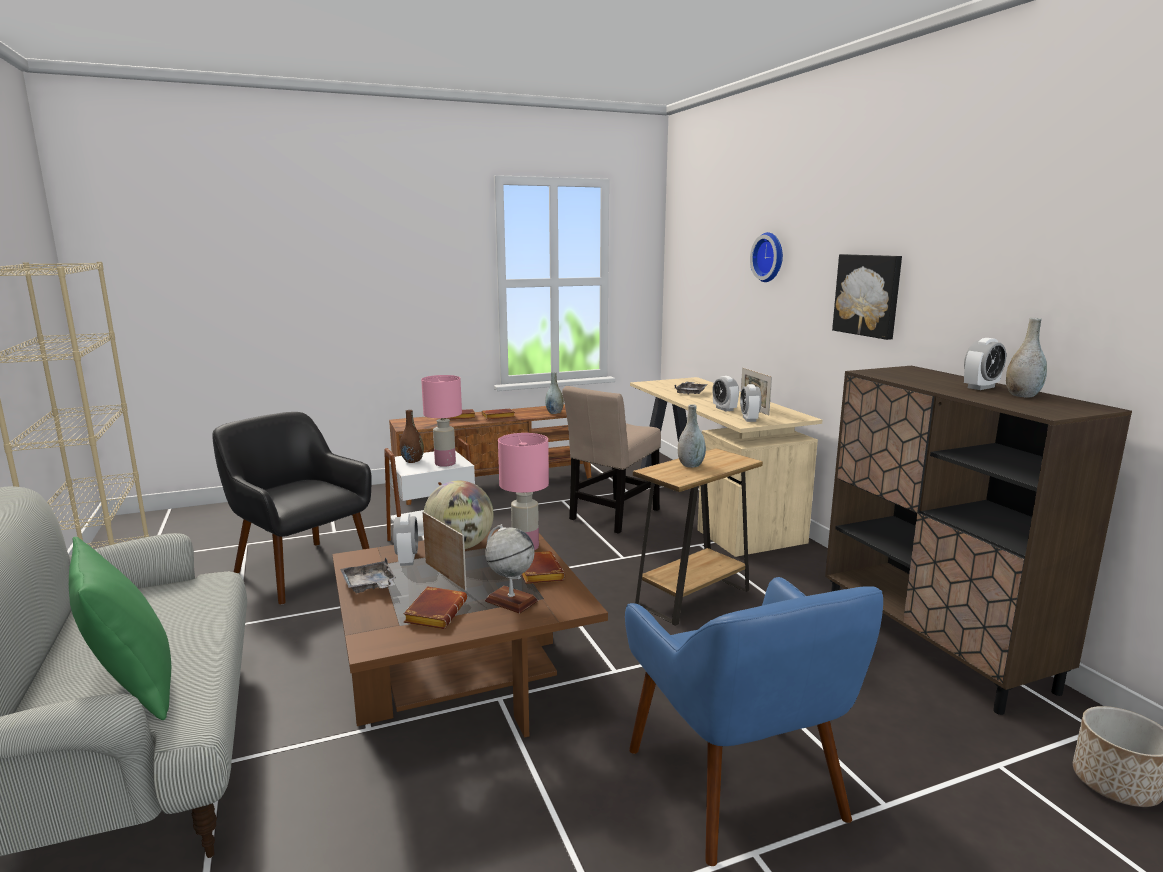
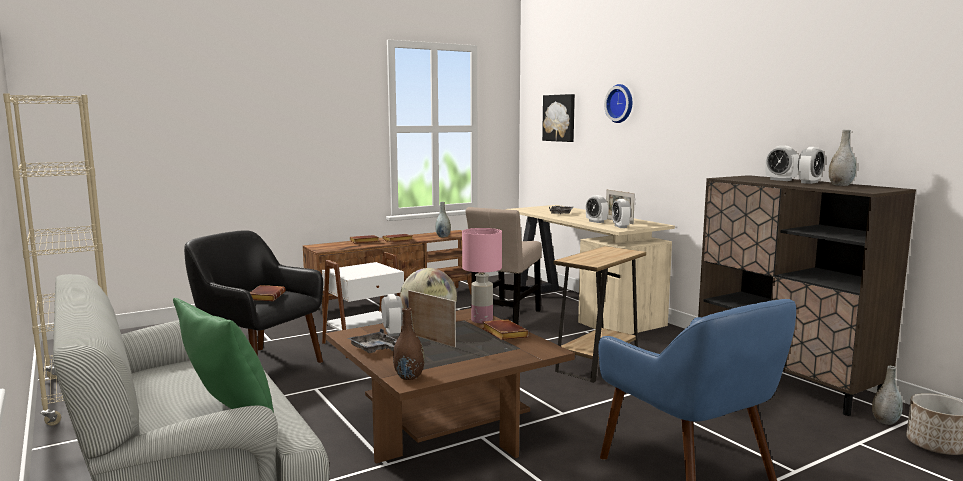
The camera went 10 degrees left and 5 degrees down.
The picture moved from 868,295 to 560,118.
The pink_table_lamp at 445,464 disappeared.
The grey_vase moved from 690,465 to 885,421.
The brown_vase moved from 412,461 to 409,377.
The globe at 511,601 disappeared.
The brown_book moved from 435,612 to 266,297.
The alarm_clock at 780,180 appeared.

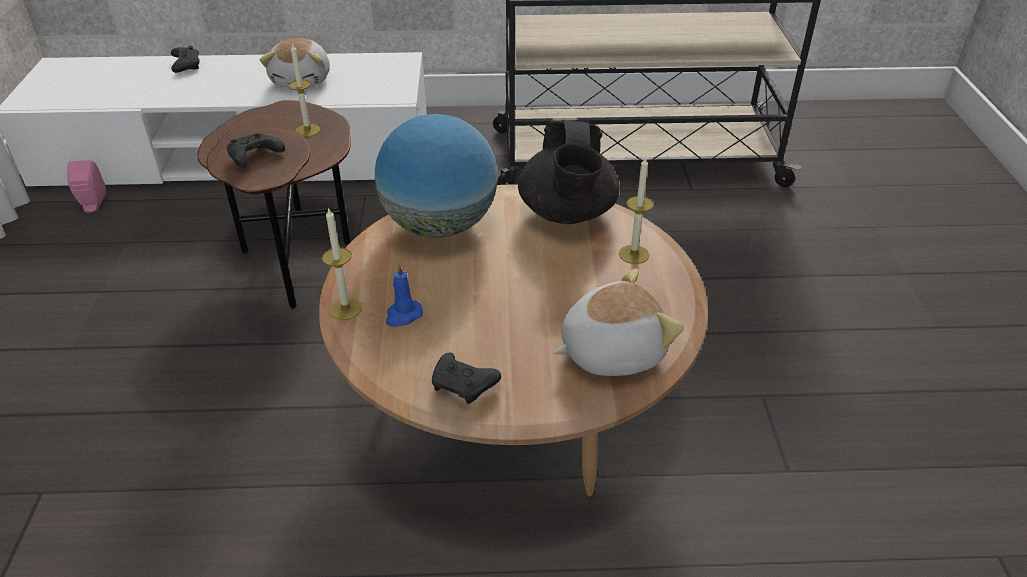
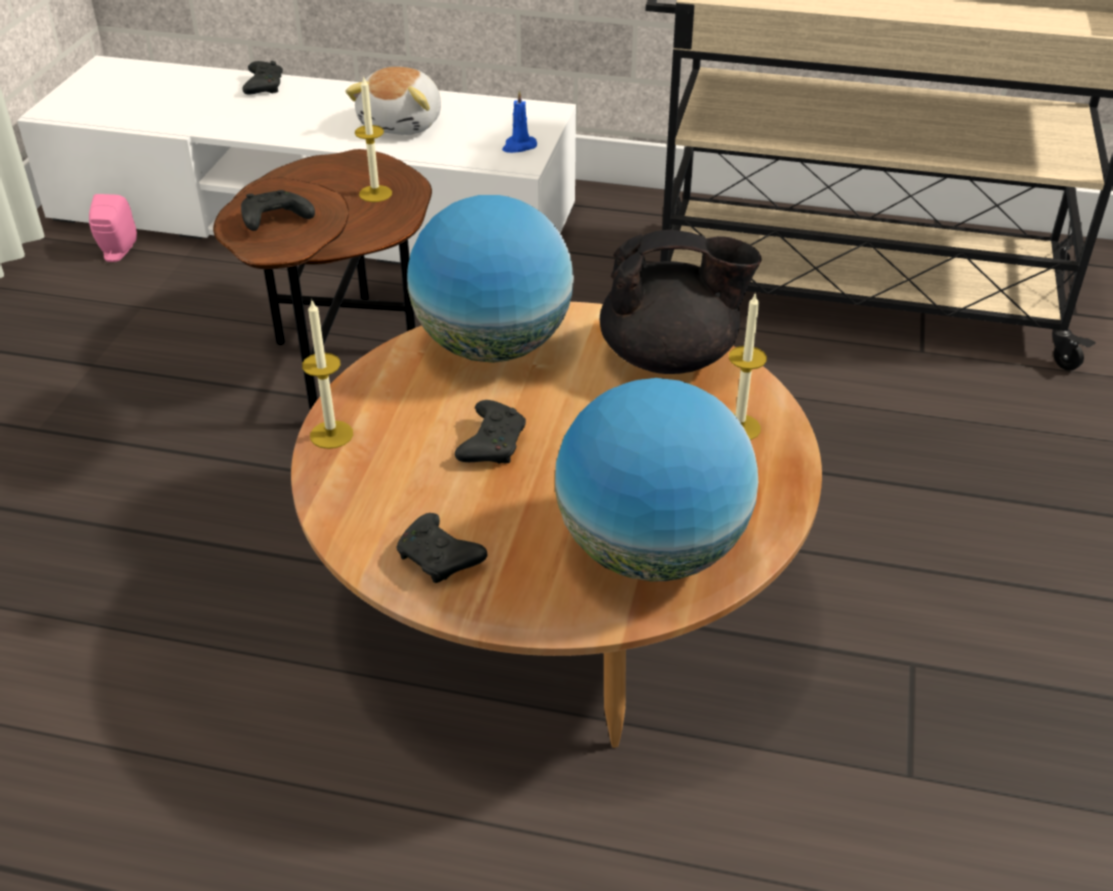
The camera went 15 degrees right and 0 degrees up.
The black_teapot at 567,214 turned 105 degrees counterclockwise.
The blue_candle moved from 403,315 to 519,146.
The plush_toy at 610,351 was replaced by the globe at 650,551.
The black_game_controller at 492,443 appeared.

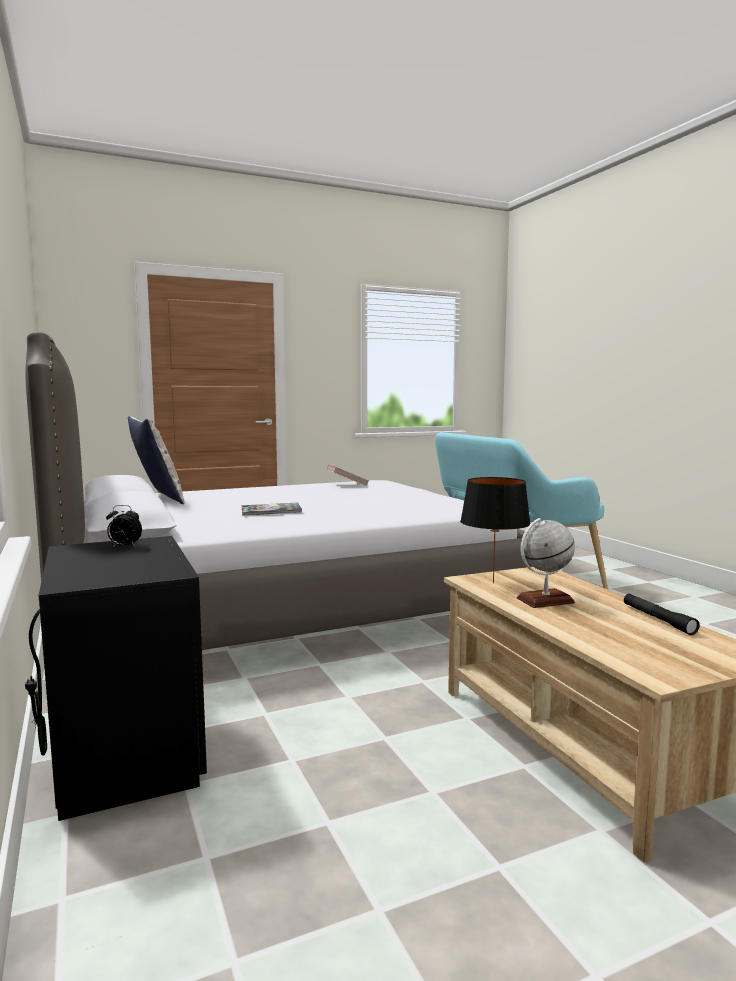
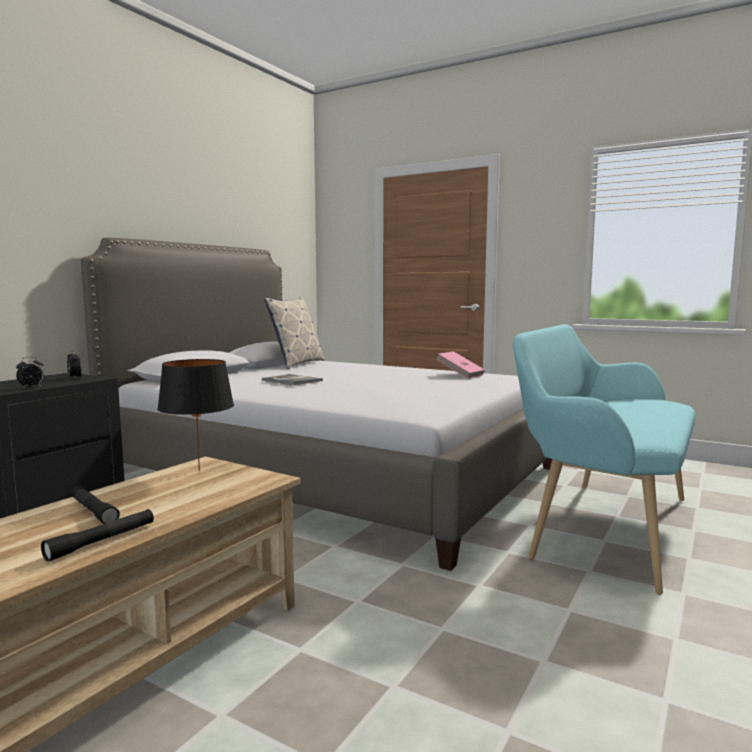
The camera went 55 degrees right and 0 degrees up.
The globe at 545,600 disappeared.
The alarm_clock at 31,388 appeared.
The black_flashlight at 93,511 appeared.

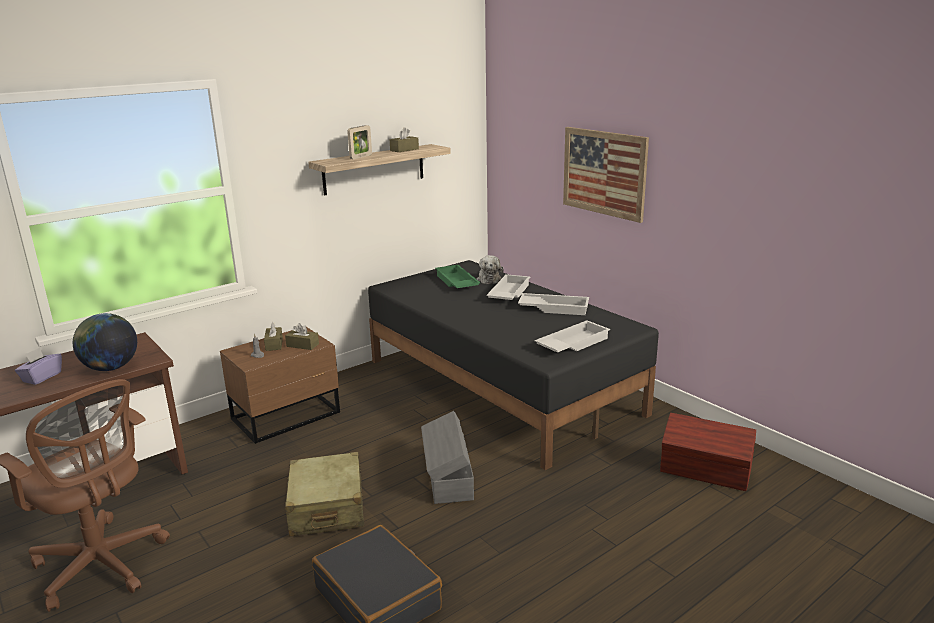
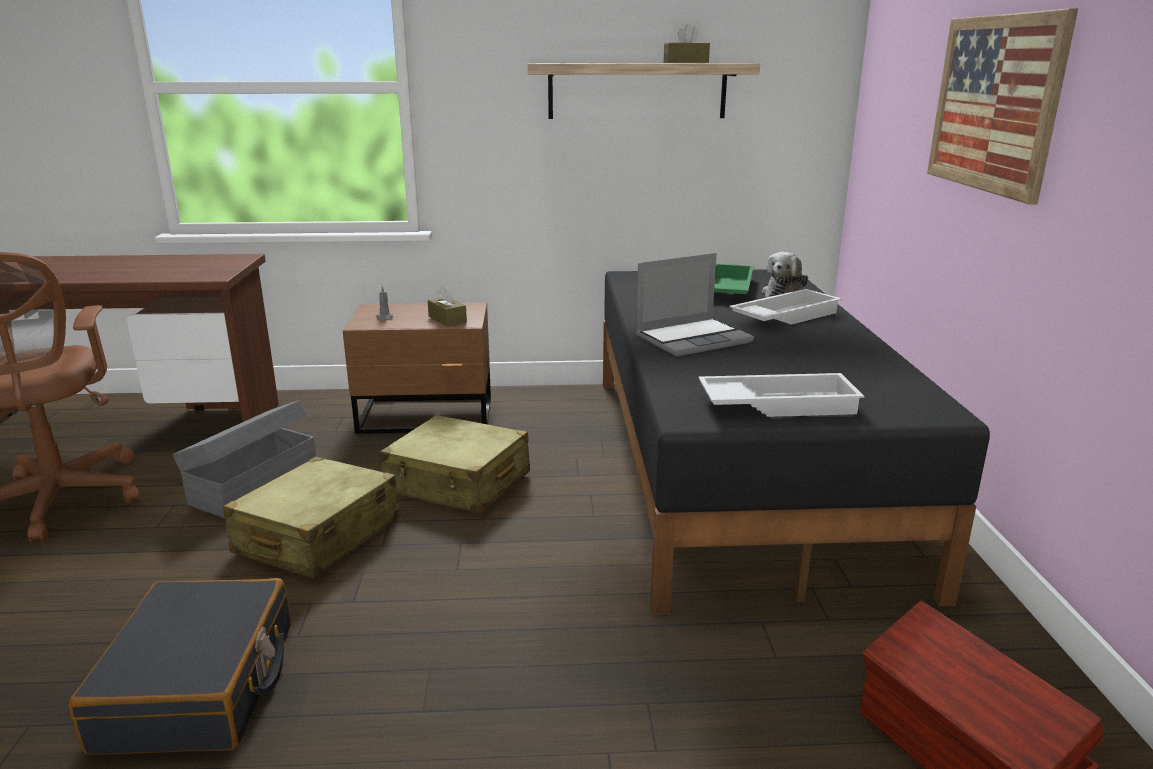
The camera went 35 degrees right and 0 degrees up.
The picture_frame at 361,157 disappeared.
The white_tray at 554,308 disappeared.
The globe at 110,368 disappeared.
The brown_tissue_box at 274,344 disappeared.
The purple_tissue_box at 42,377 disappeared.
The grey_storage_box moved from 448,478 to 253,485.
The laptop at 693,339 appeared.
The beige_suitcase at 458,483 appeared.

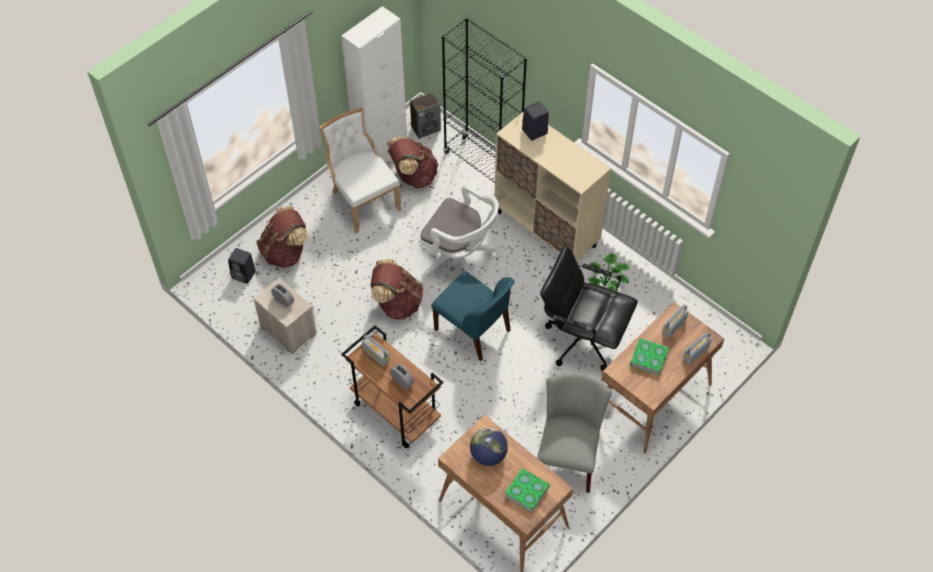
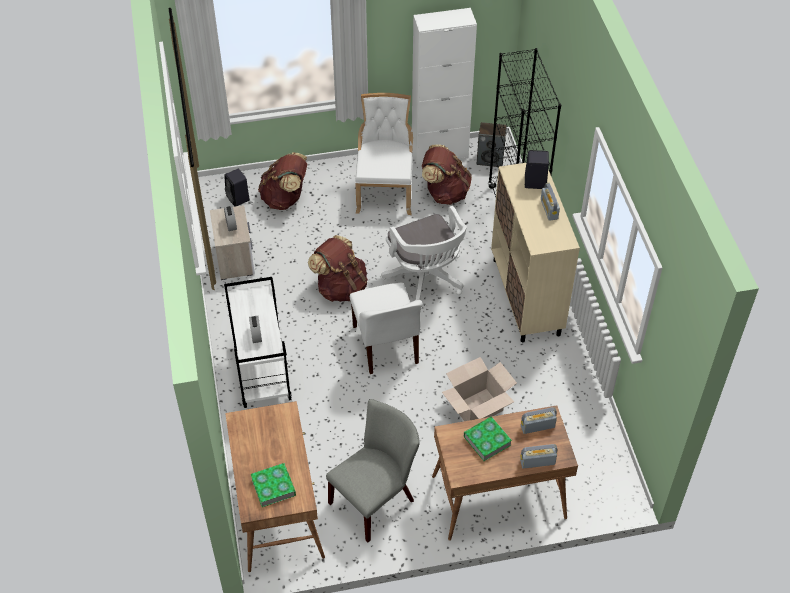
The camera went 35 degrees right and 5 degrees down.
The black_office_chair at 582,339 was replaced by the cardboard_box at 477,407.
The potted_plant at 607,285 disappeared.
The blue_chair at 474,331 became the white_chair at 386,346.
The brown_cart at 395,411 became the white_cart at 261,373.
The radio moved from 376,355 to 549,209.
The globe at 488,455 disappeared.

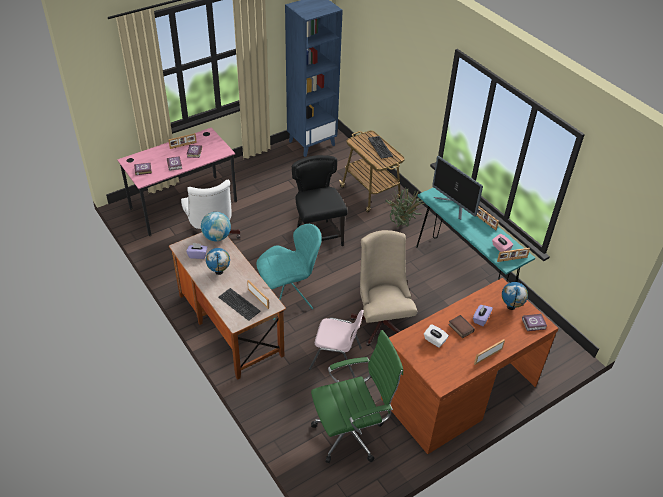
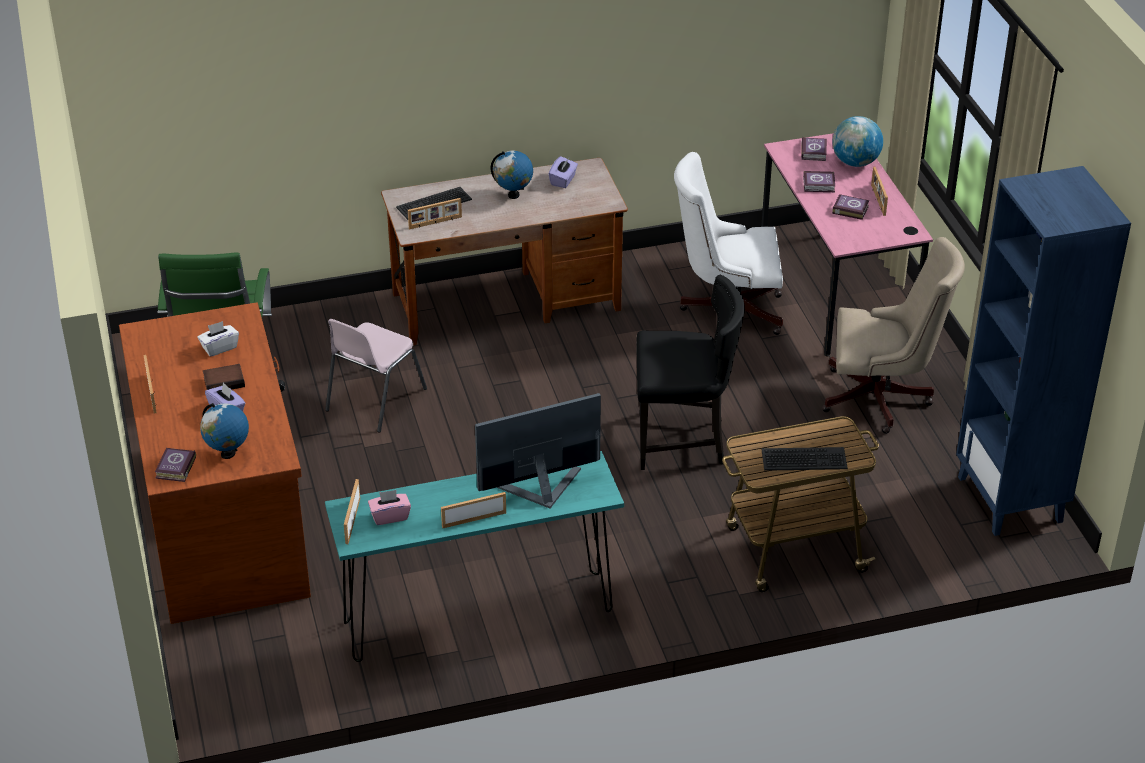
The camera went 110 degrees right and 5 degrees down.
The potted_plant at 402,226 disappeared.
The globe moved from 217,237 to 855,162.
The turquoise_chair at 289,299 disappeared.
The beige_office_chair moved from 381,321 to 882,399.

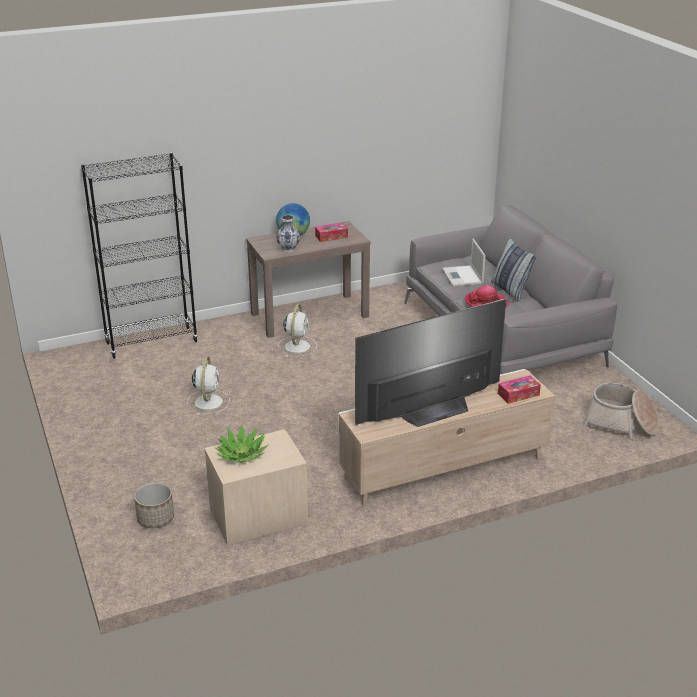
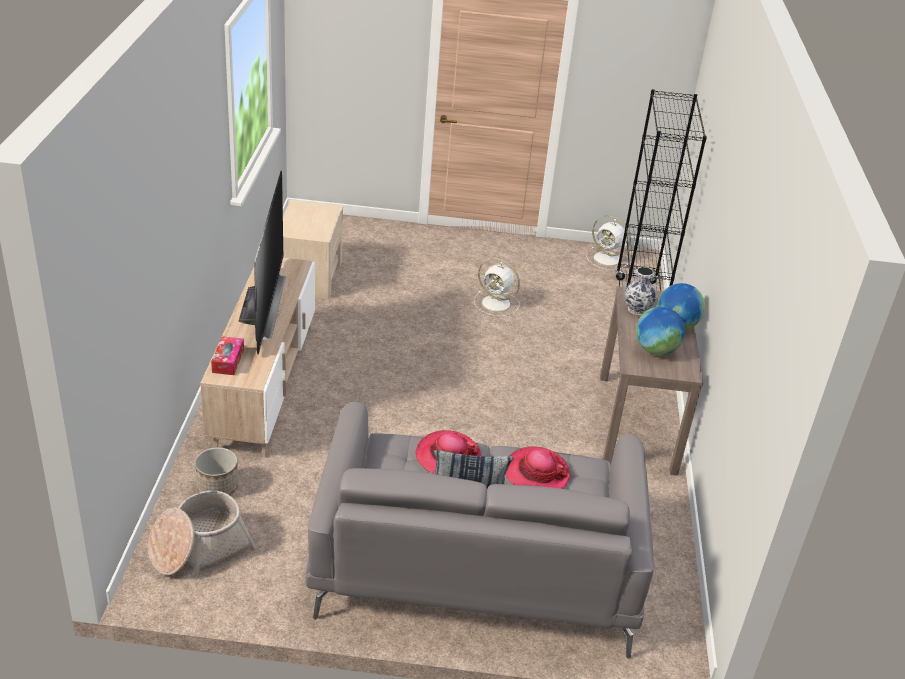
The camera went 115 degrees right and 5 degrees up.
The tissue_box at 331,236 was replaced by the globe at 656,350.
The laptop at 463,276 was replaced by the hat at 536,473.
The white_fan moved from 297,346 to 608,259.
The potted_plant at 242,454 disappeared.
The planter moved from 156,518 to 218,487.

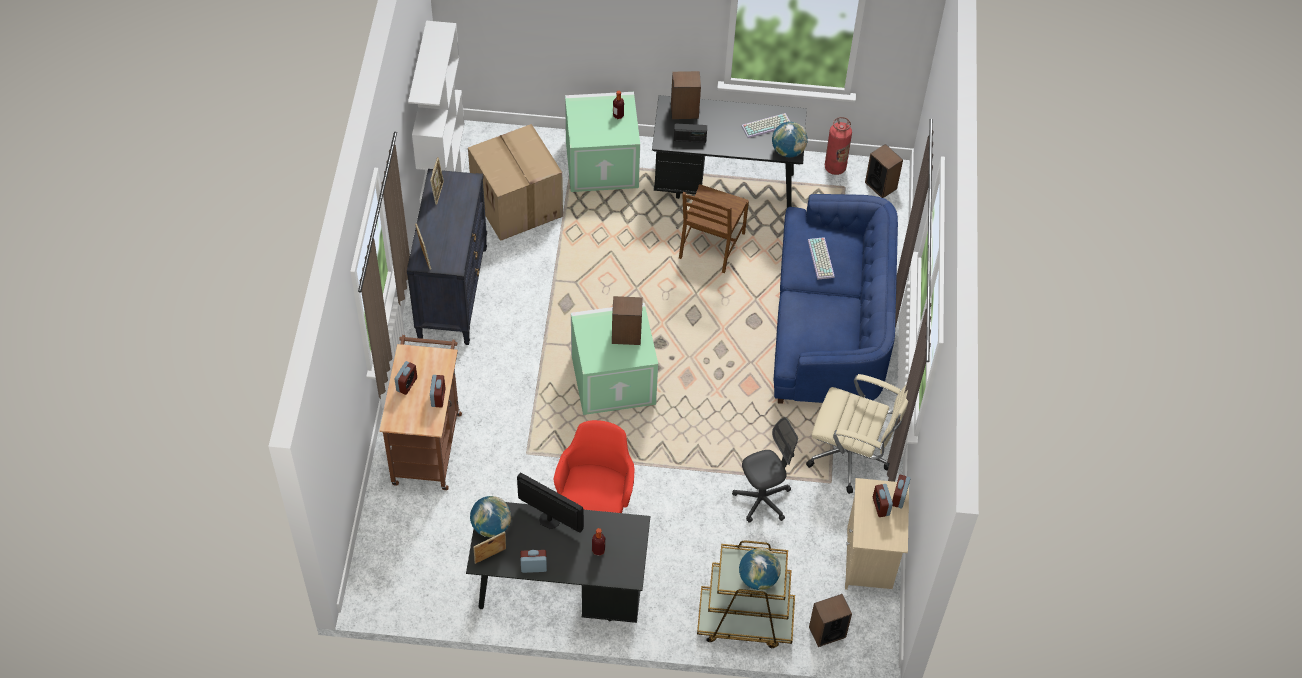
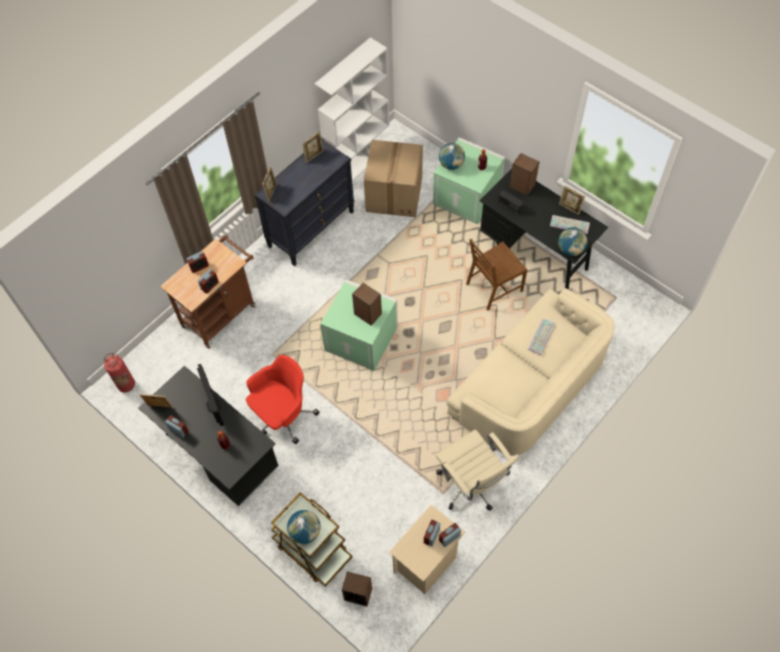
The camera went 40 degrees right and 5 degrees up.
The fire_extinguisher moved from 835,167 to 126,385.
The speaker at 881,185 disappeared.
The blue_sofa at 829,326 became the beige_sofa at 529,386.
The grey_office_chair at 762,500 disappeared.
The globe moved from 491,526 to 451,165.
The picture_frame at 569,208 appeared.

